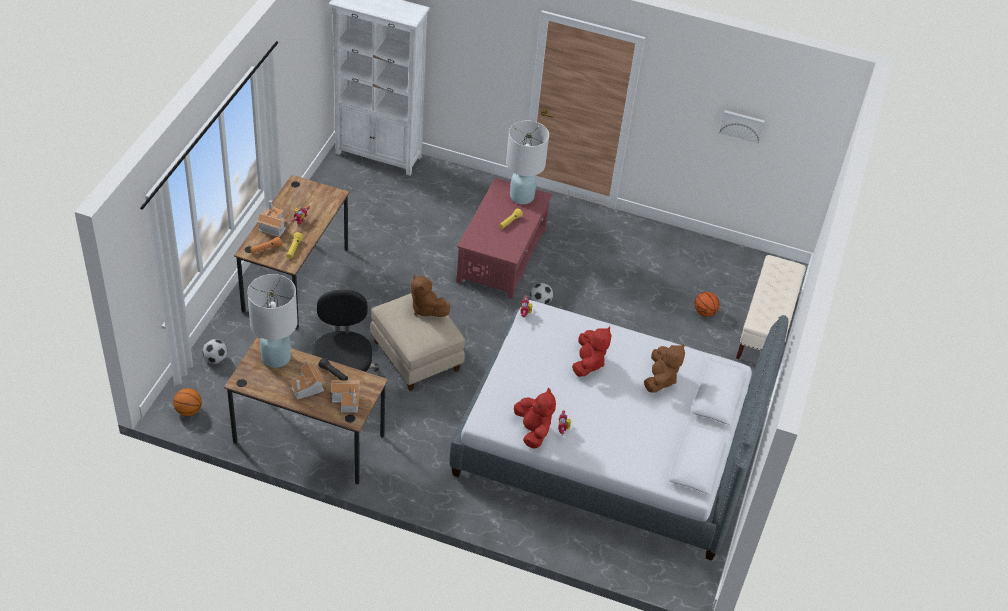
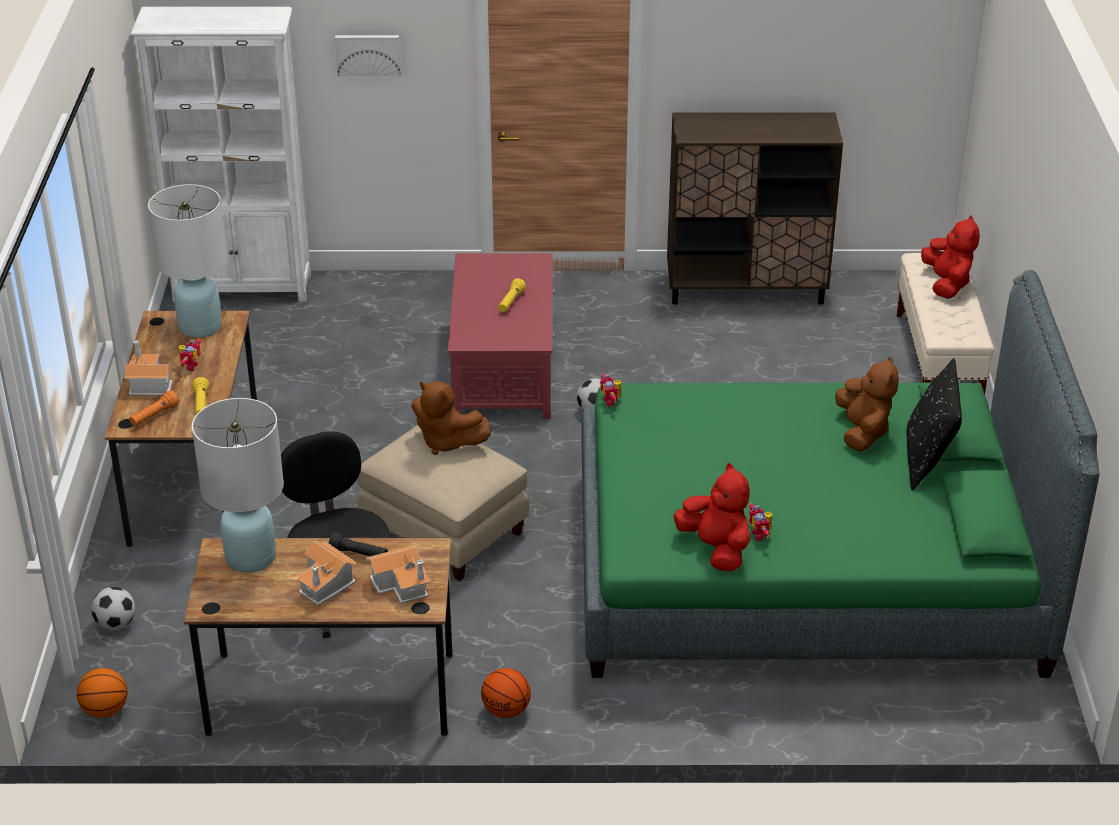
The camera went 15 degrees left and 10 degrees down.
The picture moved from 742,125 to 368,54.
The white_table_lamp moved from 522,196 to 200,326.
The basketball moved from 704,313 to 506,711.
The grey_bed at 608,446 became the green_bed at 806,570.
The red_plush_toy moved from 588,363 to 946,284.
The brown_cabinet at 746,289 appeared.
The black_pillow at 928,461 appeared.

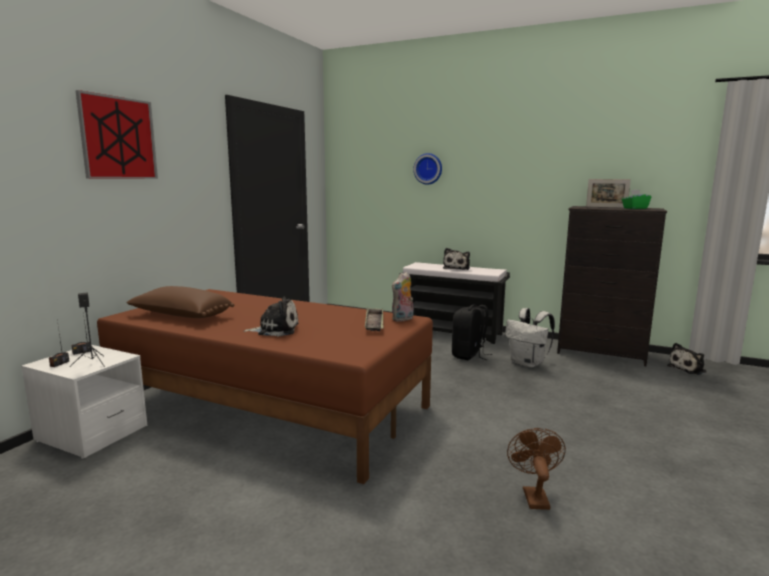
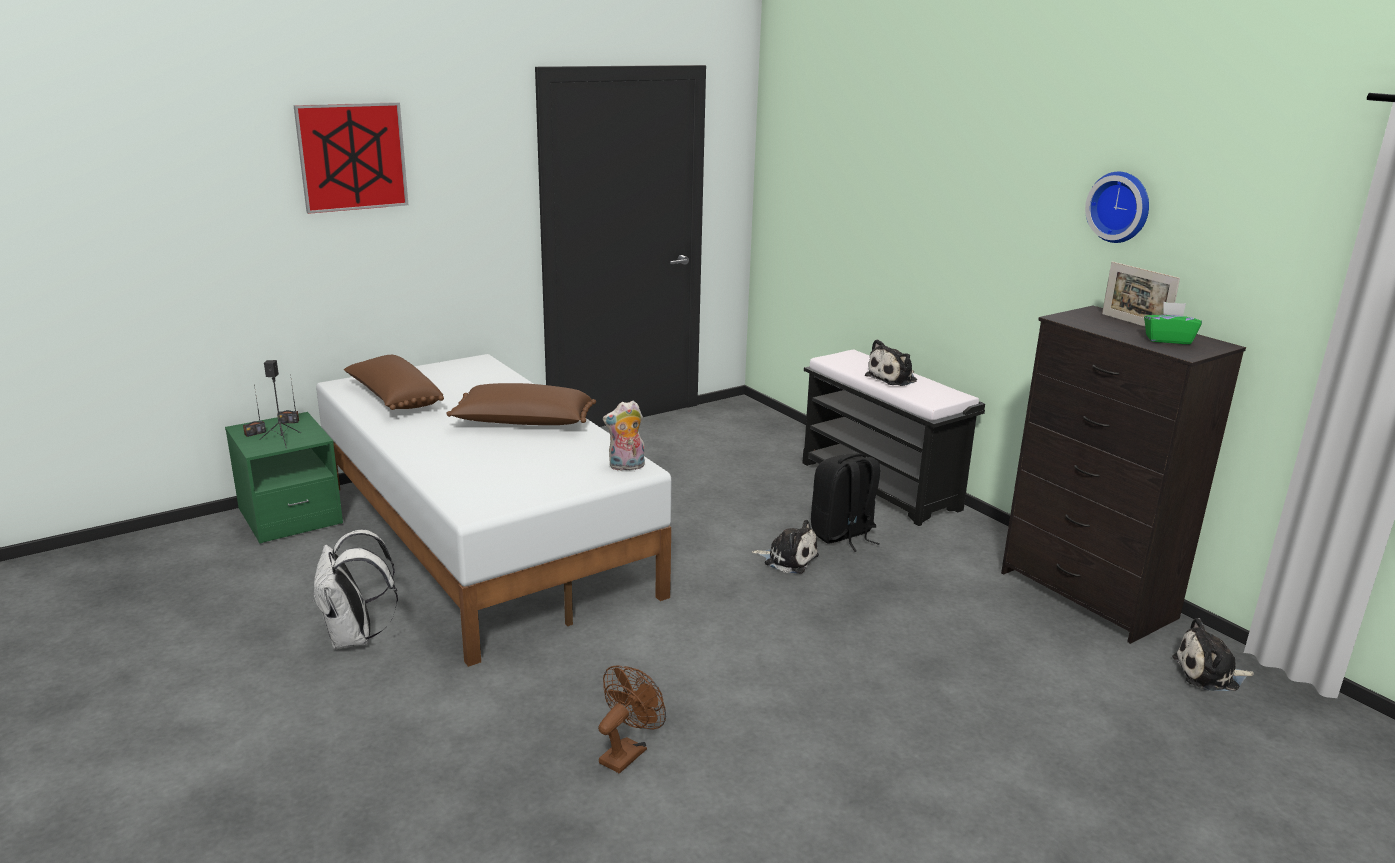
The camera went 30 degrees right and 10 degrees up.
The wall_clock moved from 428,169 to 1120,206.
The brown_bed at 270,406 became the white_bed at 484,537.
The plush_toy moved from 275,330 to 788,559.
The tray at 374,323 disappeared.
The white_backpack moved from 528,363 to 355,638.
The white_nightstand at 92,433 became the green_nightstand at 290,517.
The brown_pillow at 523,424 appeared.

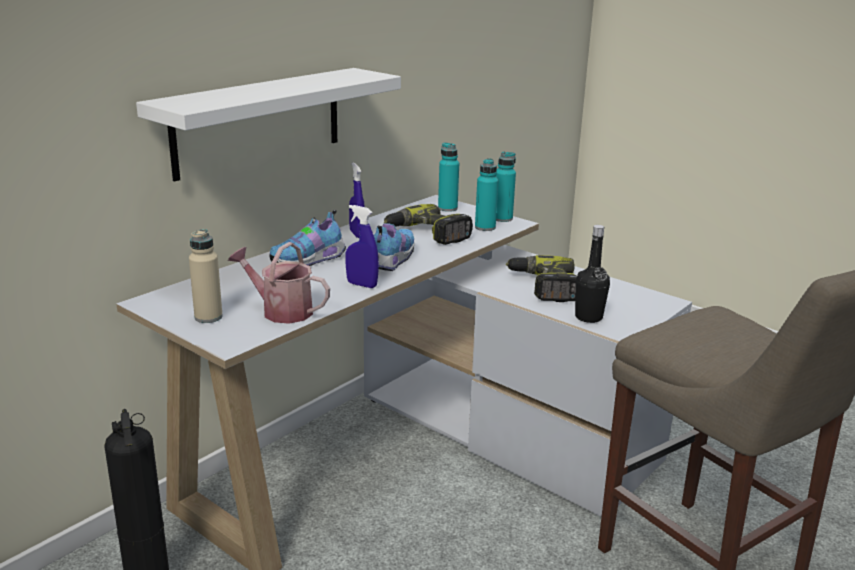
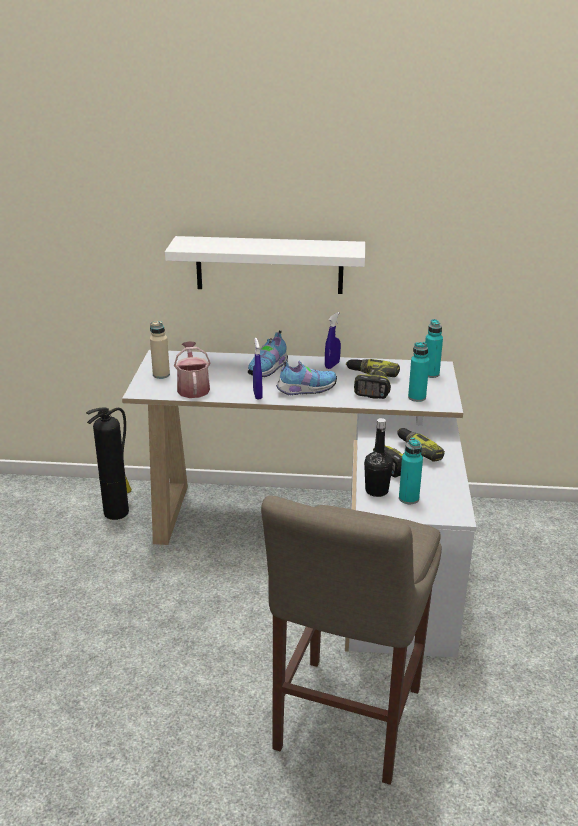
The camera went 55 degrees right and 5 degrees up.
The turquoise_bottle moved from 502,218 to 408,498.
The shoe at 310,261 turned 75 degrees counterclockwise.

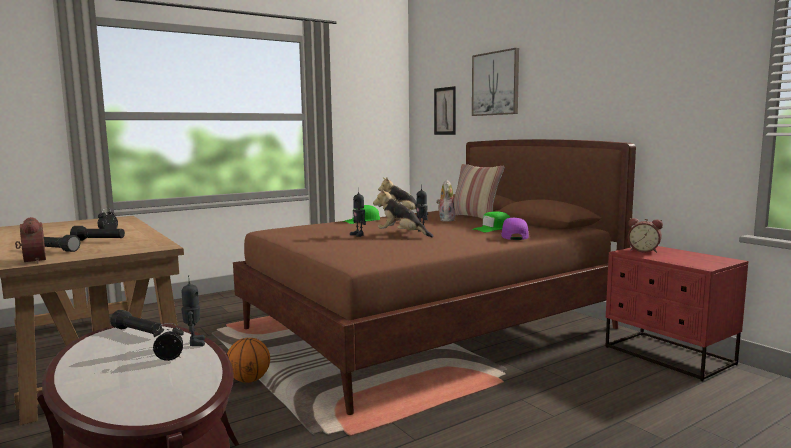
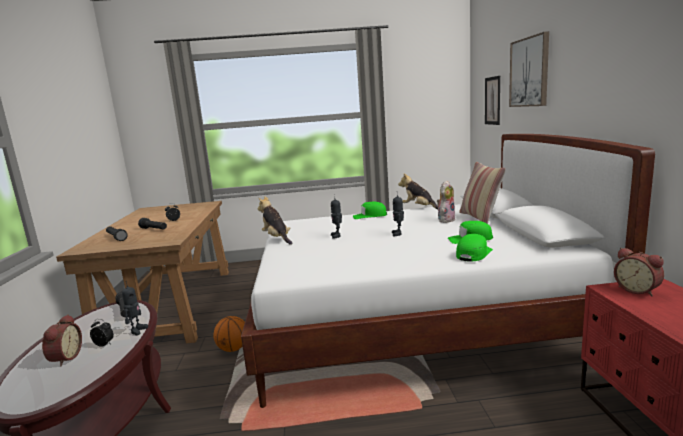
The camera went 30 degrees right and 5 degrees up.
The brown_bed at 429,329 became the white_bed at 414,323.
The plush_toy moved from 402,235 to 277,238.
The alarm_clock moved from 32,261 to 64,358.
The purple_cap at 514,236 became the green_cap at 473,254.

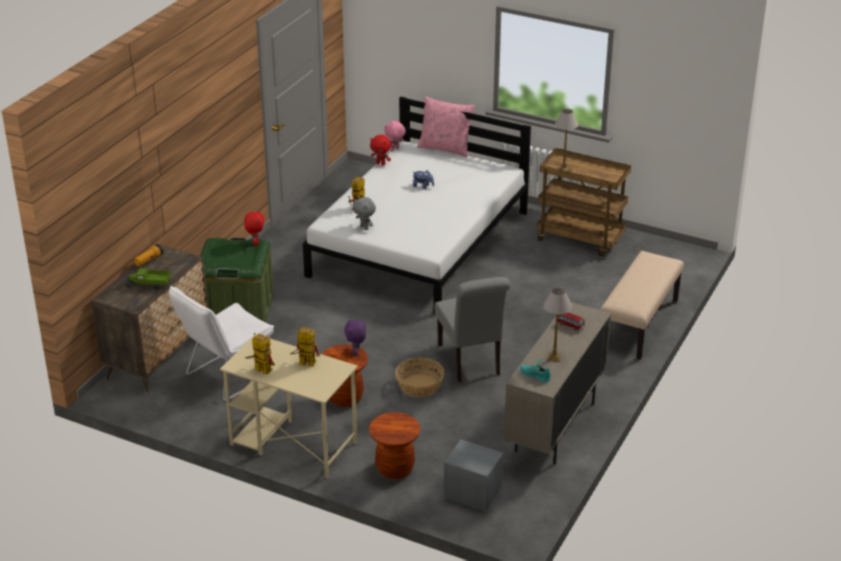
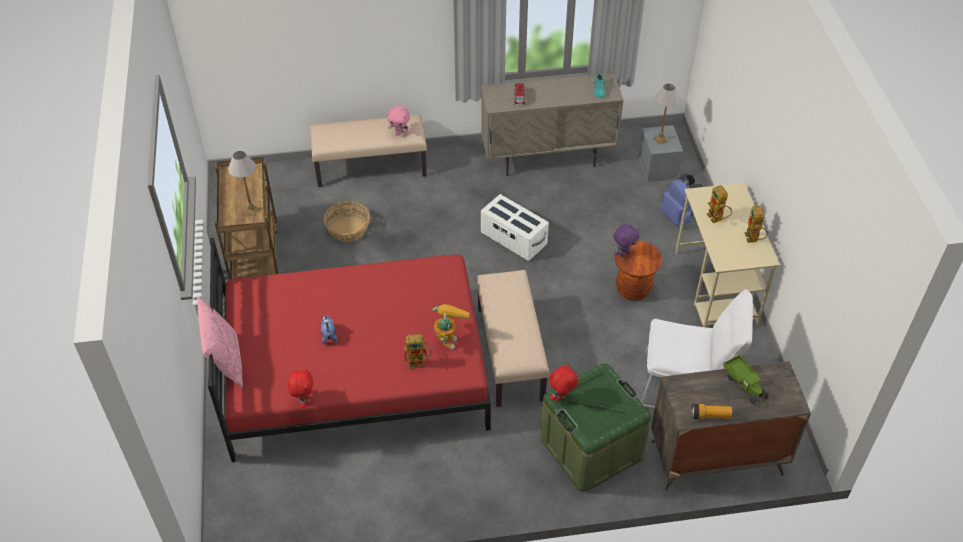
The camera went 125 degrees left and 15 degrees up.
The white_bed at 419,244 became the red_bed at 355,371.
The pink_plush_toy moved from 395,149 to 400,134.
The grey_plush_toy at 364,227 was replaced by the toy_robot at 448,337.
The grey_chair at 471,362 was replaced by the white_storage_box at 513,239.
The table_lamp moved from 554,357 to 661,139.
The basket moved from 419,386 to 348,229.
The brown_stool at 395,468 was replaced by the blue_backpack at 678,217.
The beige_bench at 509,353 appeared.

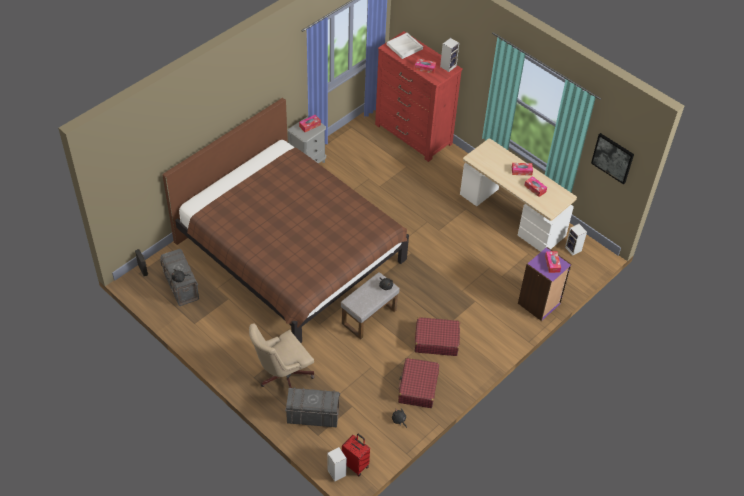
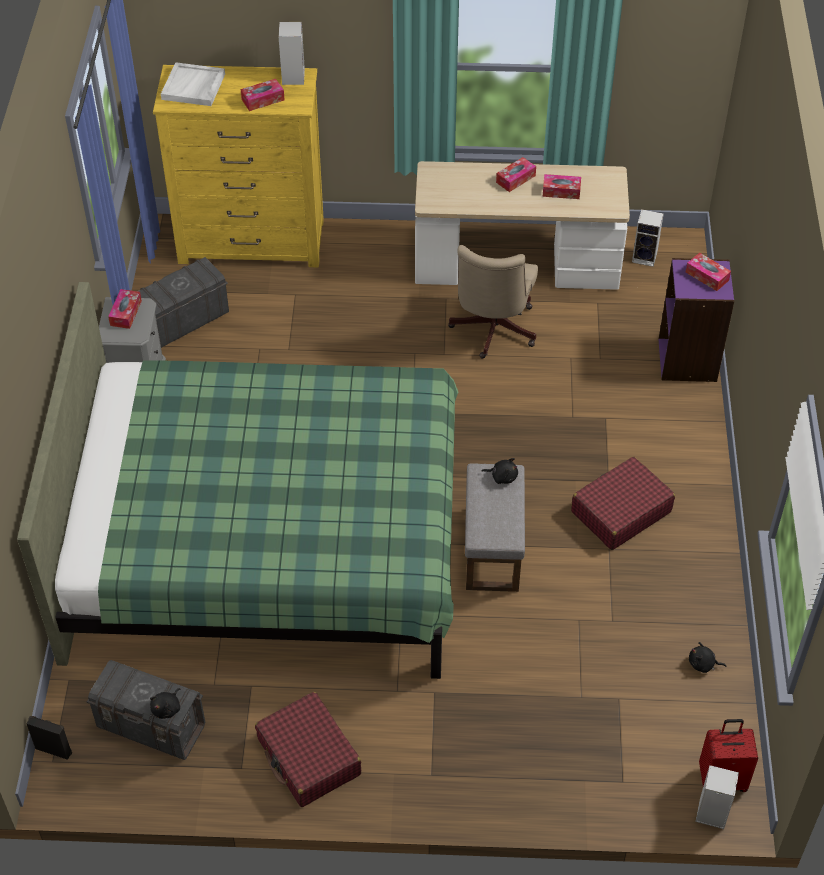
The camera went 40 degrees left and 0 degrees up.
The red_dresser at 413,134 became the yellow_dresser at 252,242.
The brown_bed at 290,252 became the green_bed at 266,541.
The picture at 613,158 disappeared.
The beige_office_chair moved from 282,376 to 492,331.
The red_suitcase moved from 418,387 to 309,757.
The grey_storage_box moved from 312,416 to 184,320.

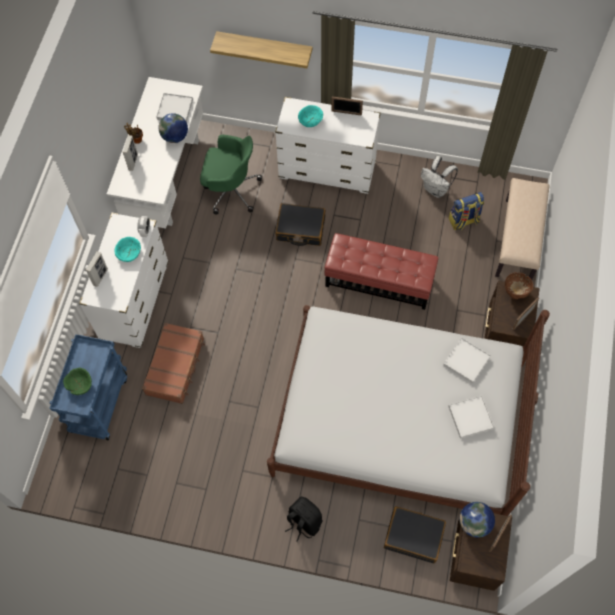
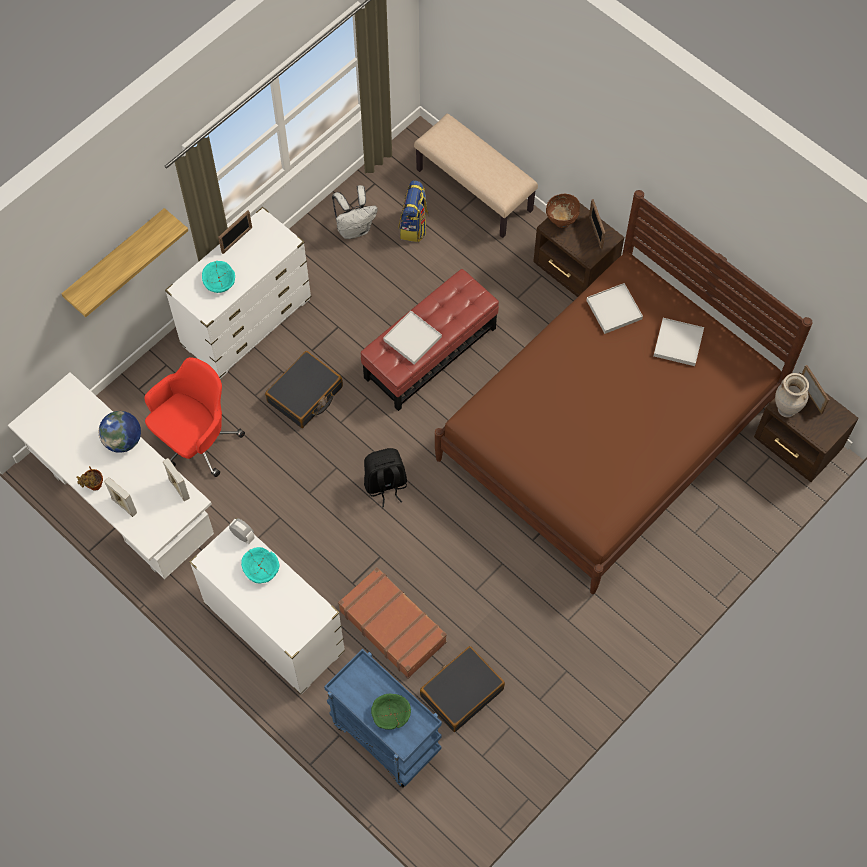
The camera went 60 degrees left and 0 degrees up.
The white_tray moved from 175,109 to 412,339.
The green_office_chair at 230,190 became the red_office_chair at 195,441.
The picture_frame moved from 100,277 to 179,488.
The white_bed at 397,420 became the brown_bed at 607,431.
The black_backpack moved from 303,522 to 385,485.
The globe at 474,523 was replaced by the beige_vase at 786,409.
The black_suitcase moved from 414,536 to 461,692.

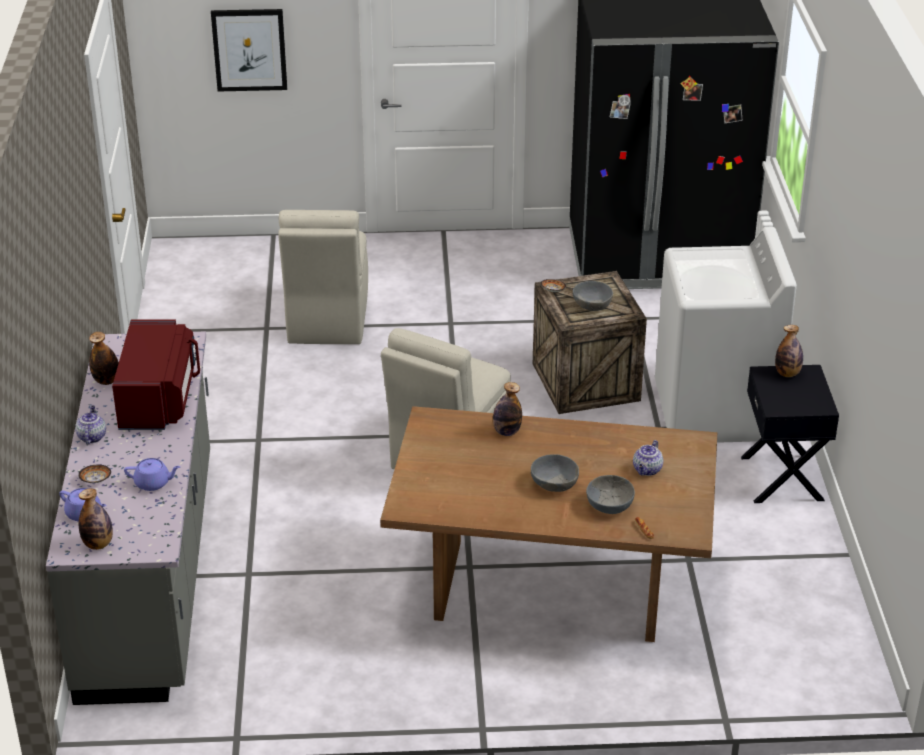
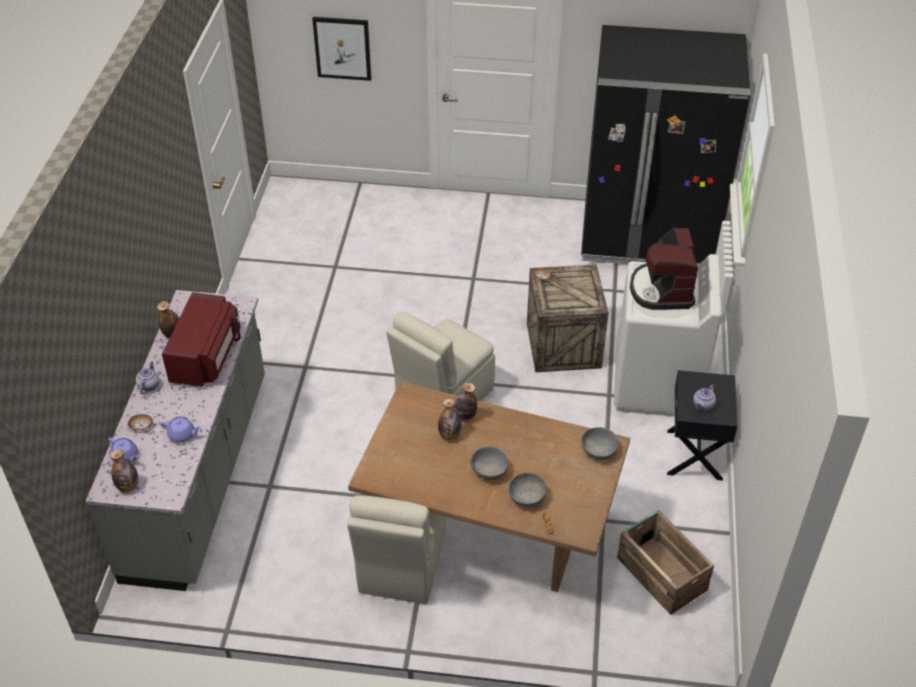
The camera went 10 degrees right and 10 degrees up.
The beige_chair moved from 327,320 to 401,564.
The grey_bowl moved from 592,305 to 599,450.
The bottle moved from 787,373 to 449,435.
The teapot moved from 647,470 to 703,405.
The coffee_machine at 661,290 appeared.
The crate at 661,573 appeared.

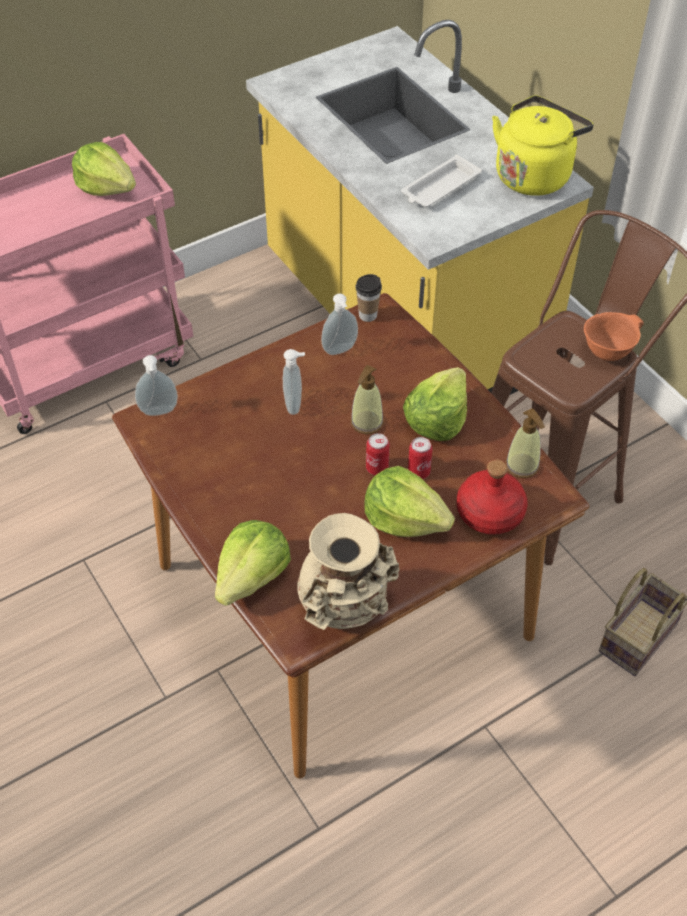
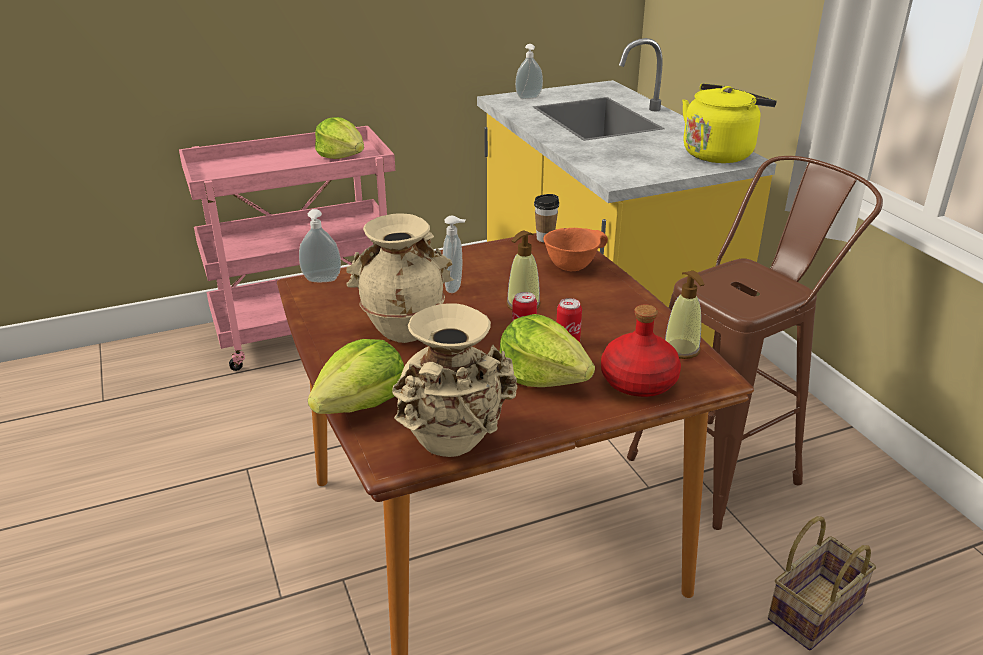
The camera went 10 degrees right and 20 degrees down.
The white_tray at 439,188 disappeared.
The soap_dispenser moved from 340,351 to 529,98.
The orange_bowl moved from 607,351 to 571,266.
The lettuce at 436,419 disappeared.
The beige_vase at 403,330 appeared.

